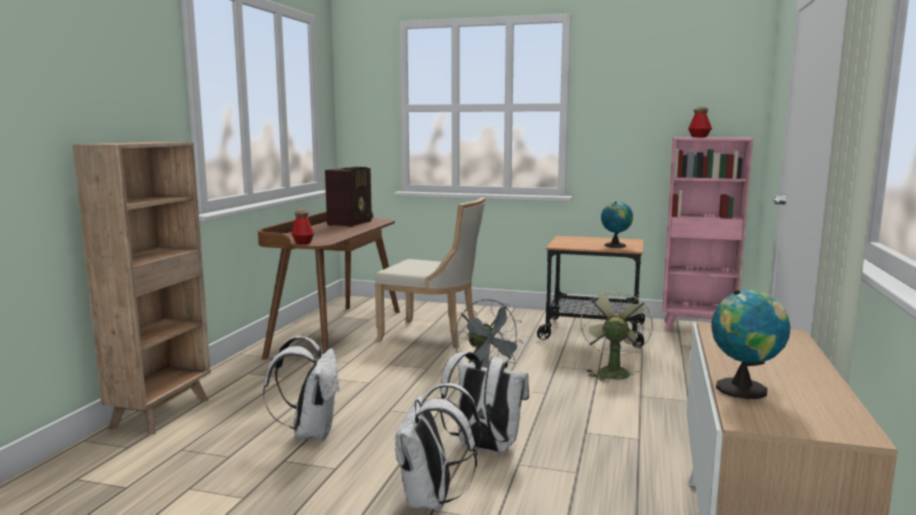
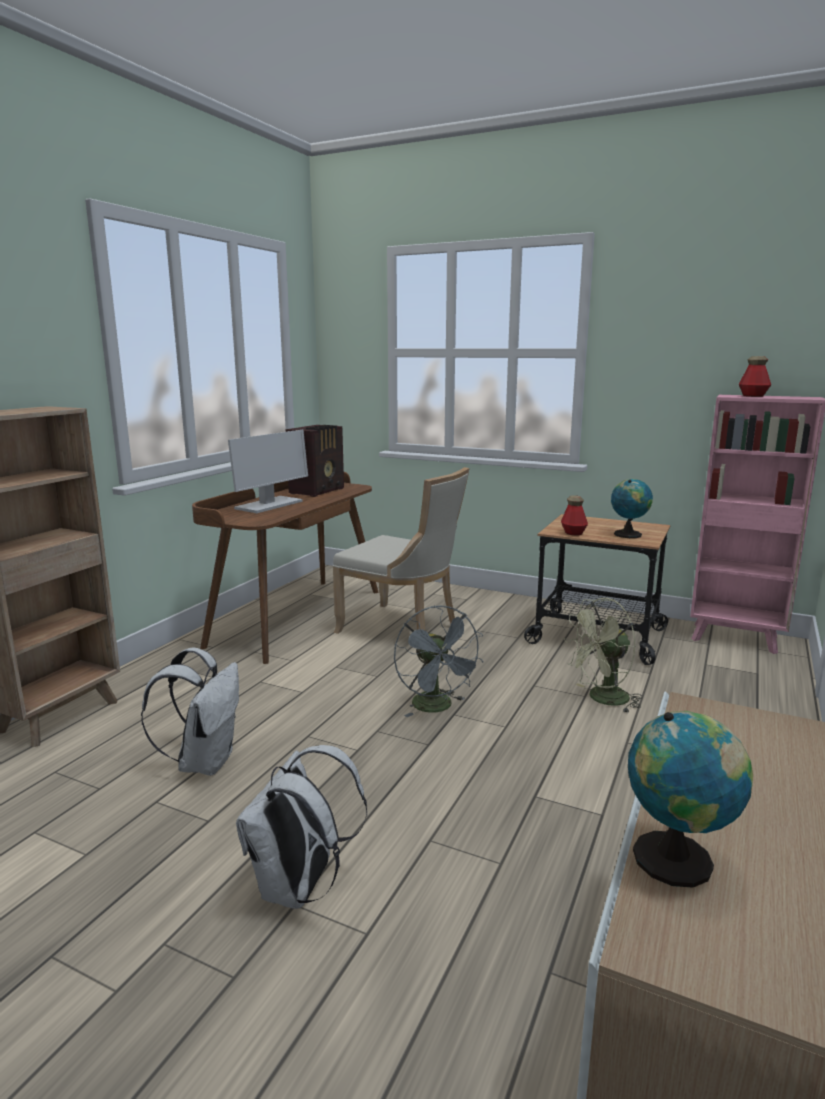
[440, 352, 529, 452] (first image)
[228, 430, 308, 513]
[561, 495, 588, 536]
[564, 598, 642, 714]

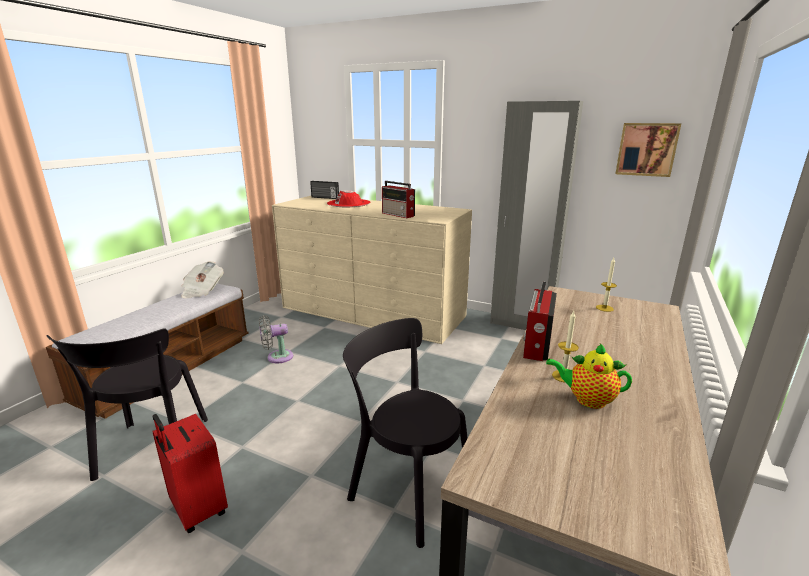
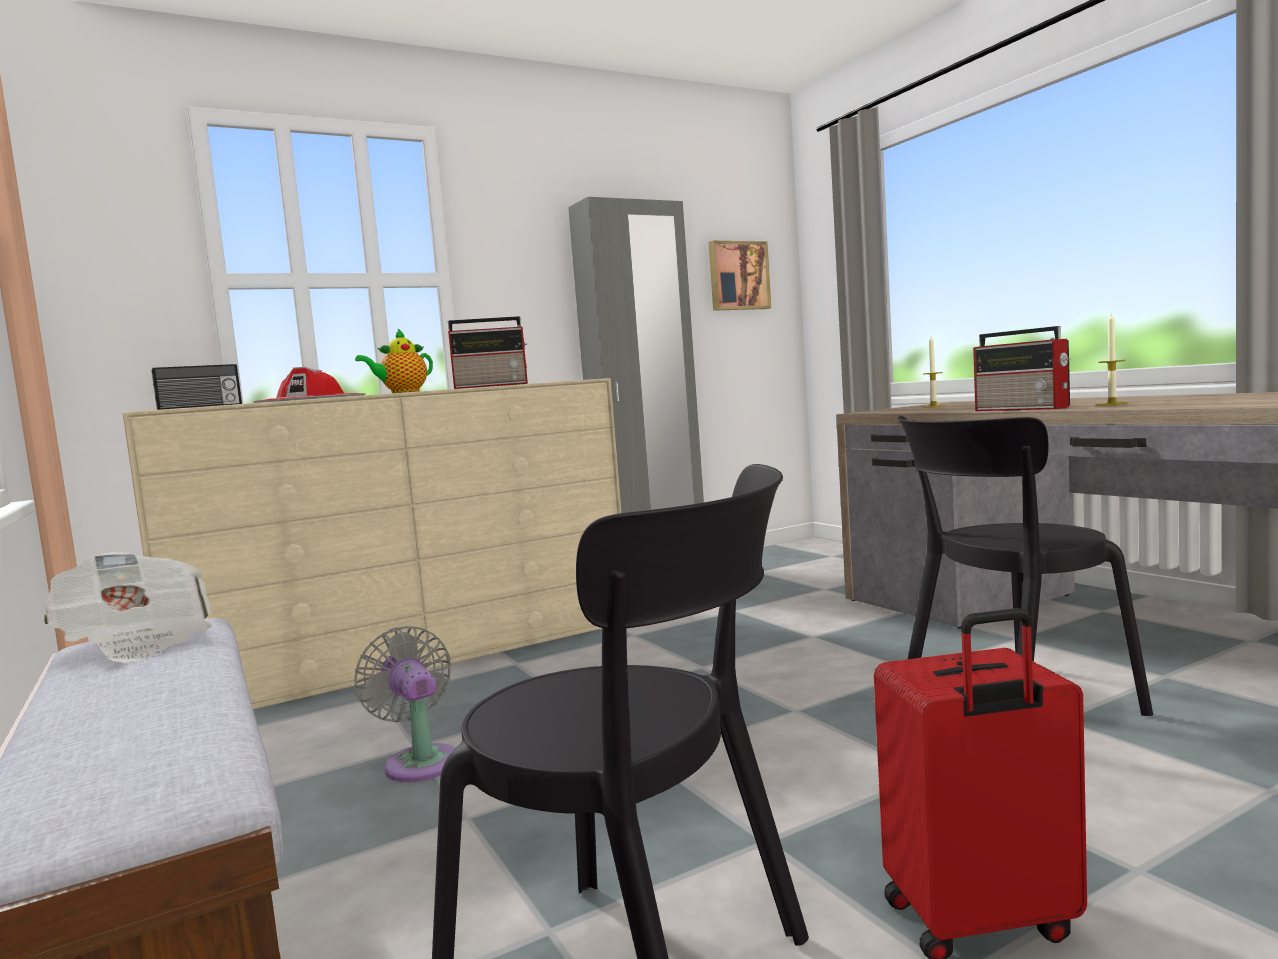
[355, 328, 433, 393]
[354, 626, 455, 782]

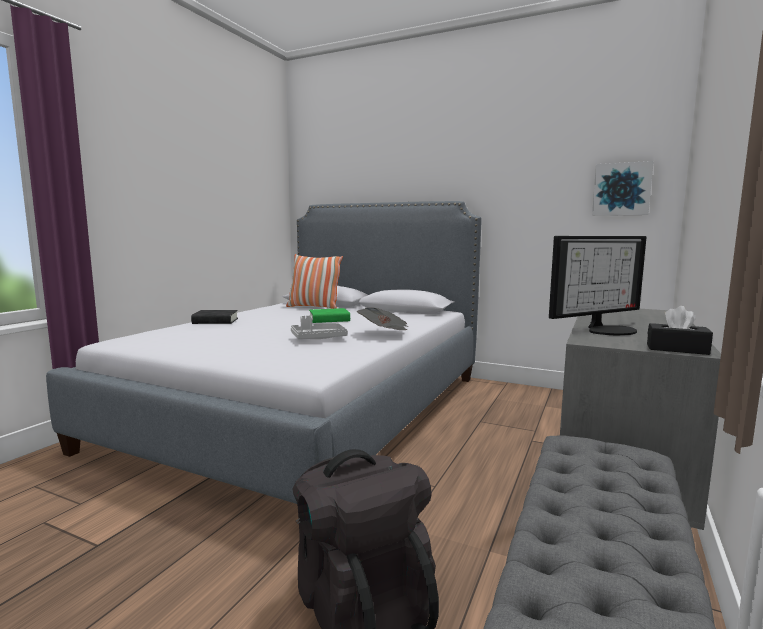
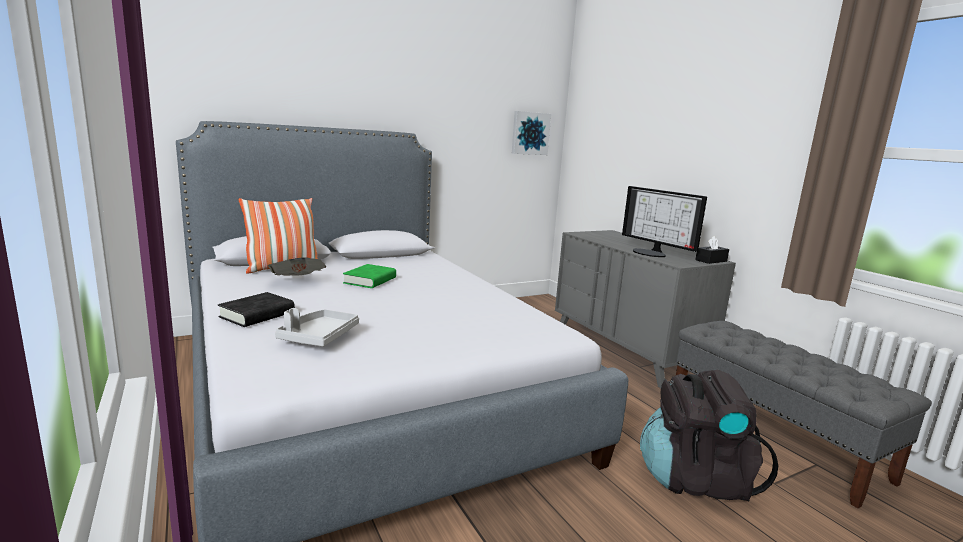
[275, 308, 359, 347]
[267, 257, 327, 276]
[622, 186, 707, 257]

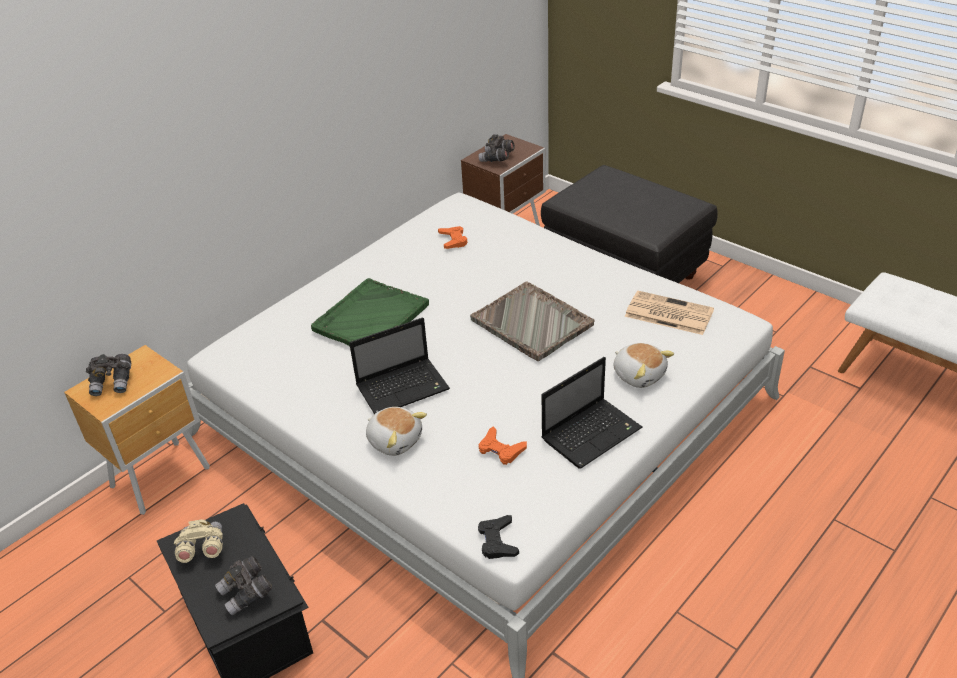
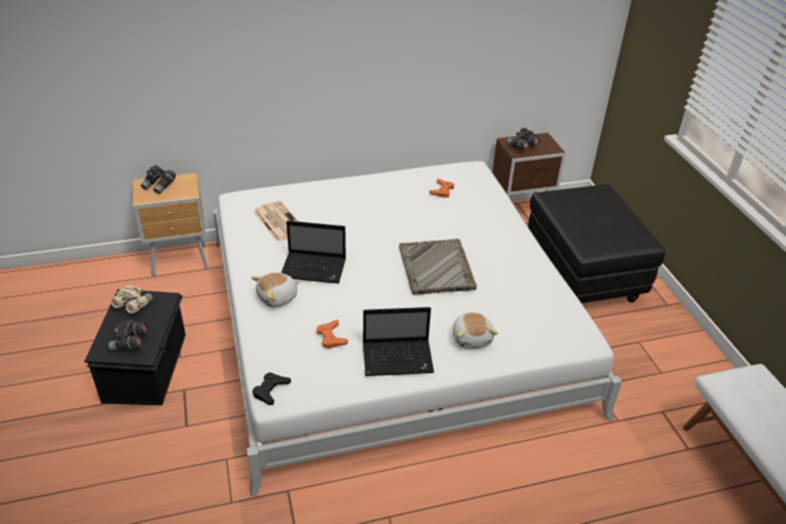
[311, 278, 429, 346] (first image)
[253, 201, 298, 242]
[251, 272, 299, 308]

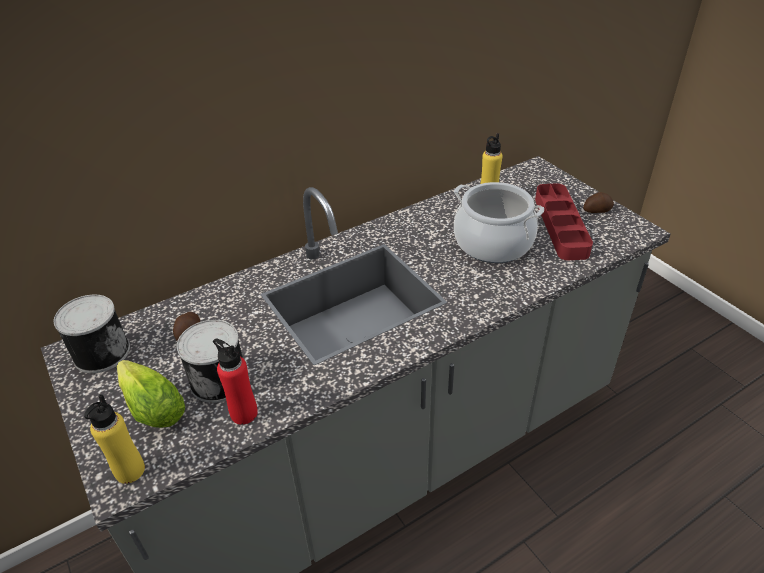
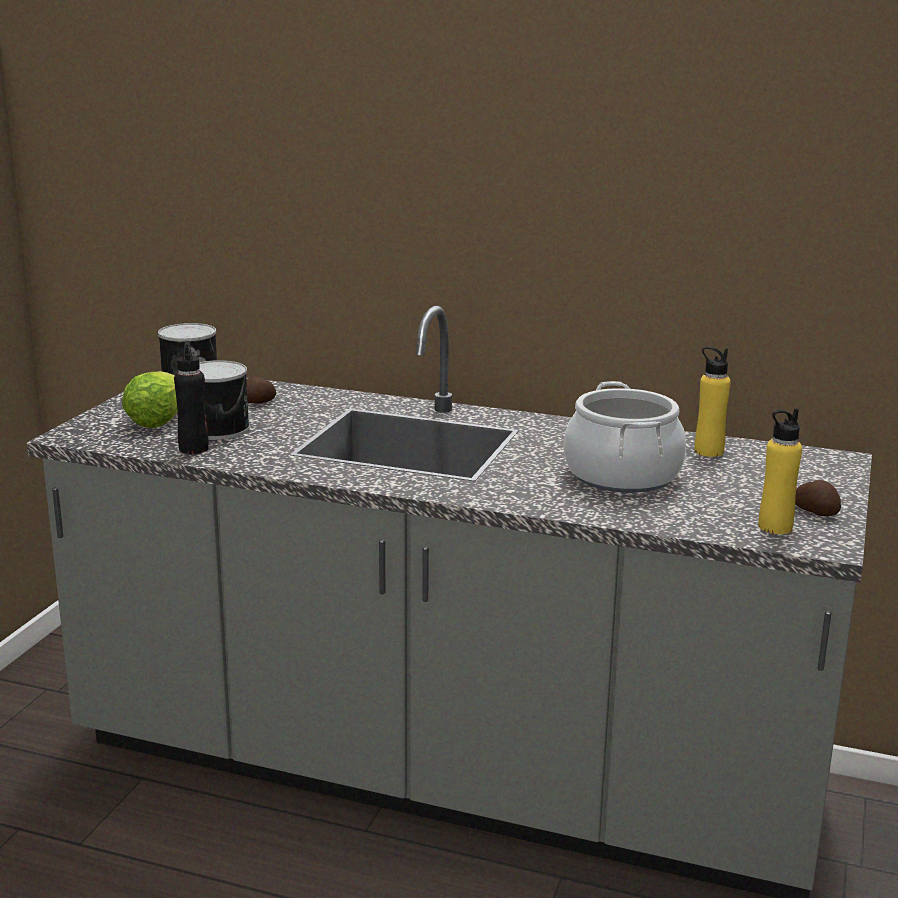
[535, 183, 593, 260] (first image)
[759, 408, 802, 534]
[174, 341, 209, 454]

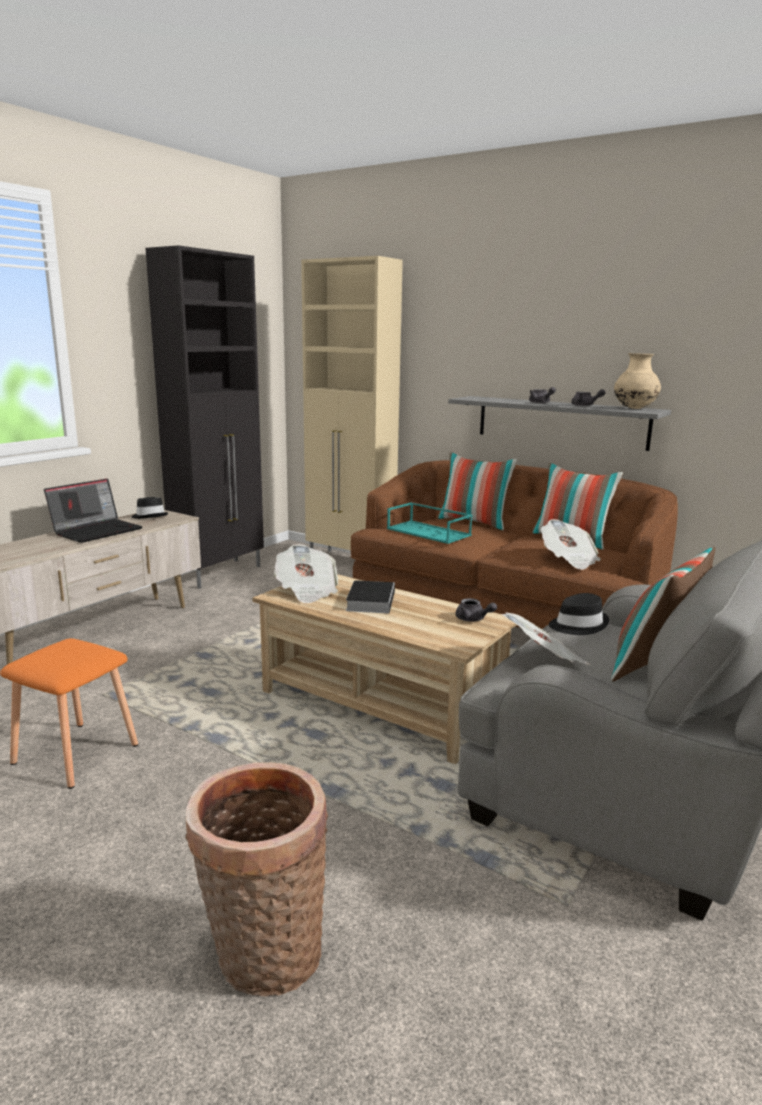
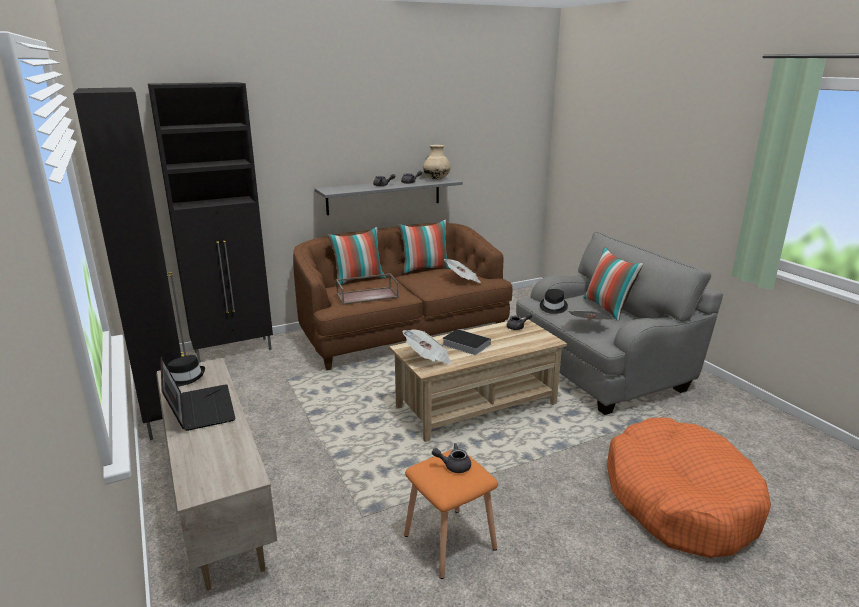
[432, 443, 471, 473]
[607, 418, 771, 558]
[148, 82, 273, 363]
[336, 273, 399, 305]

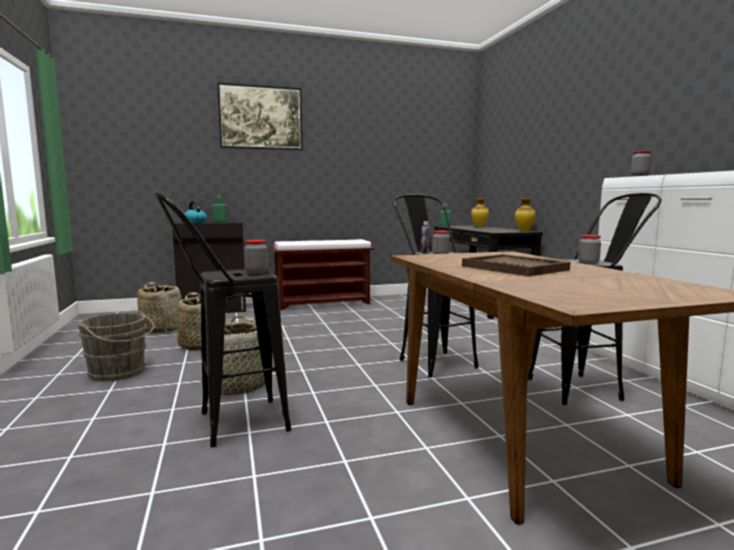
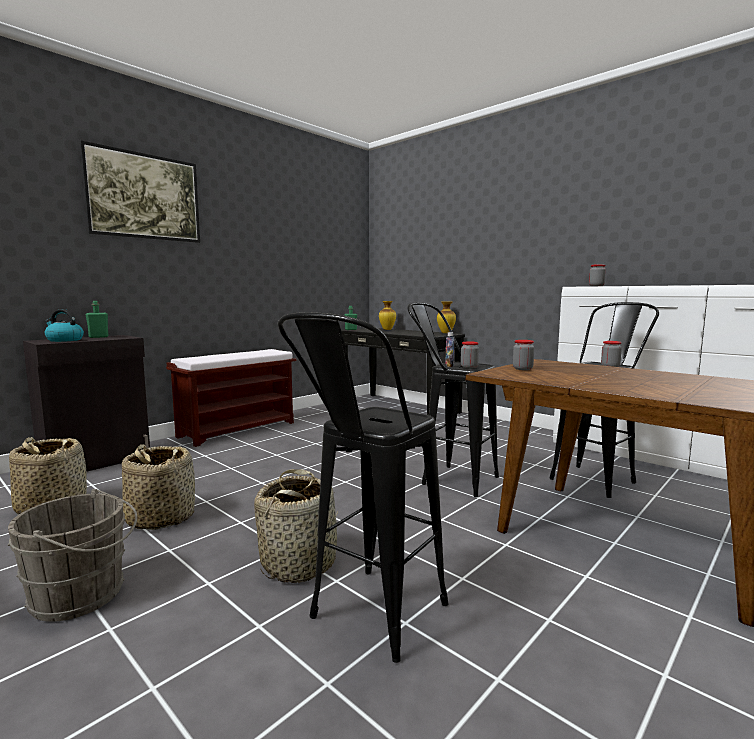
[462, 254, 571, 276] (first image)
[513, 340, 534, 370]

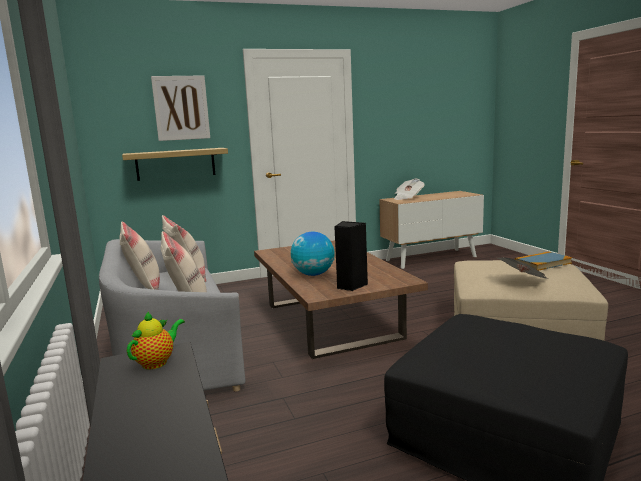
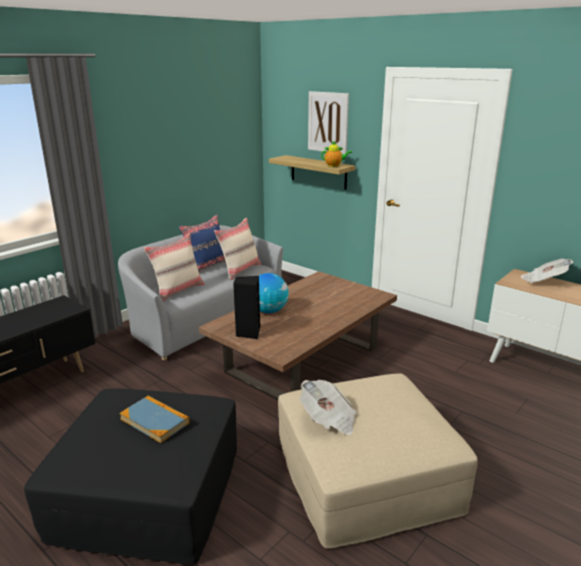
[321, 141, 352, 167]
[119, 396, 190, 443]
[179, 215, 226, 272]

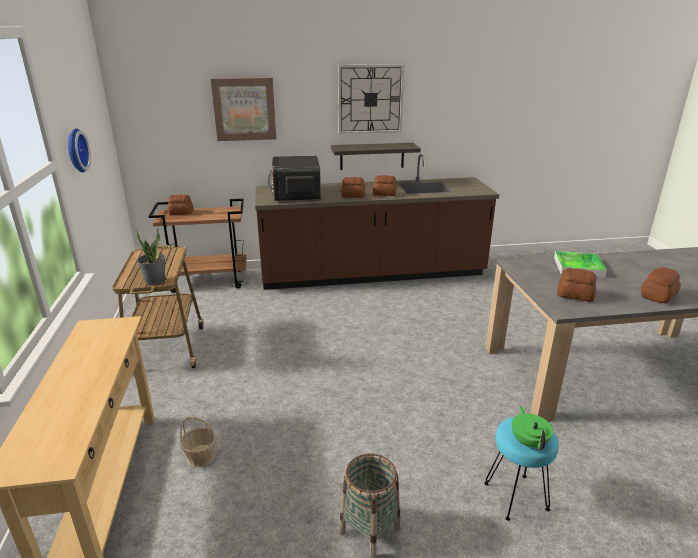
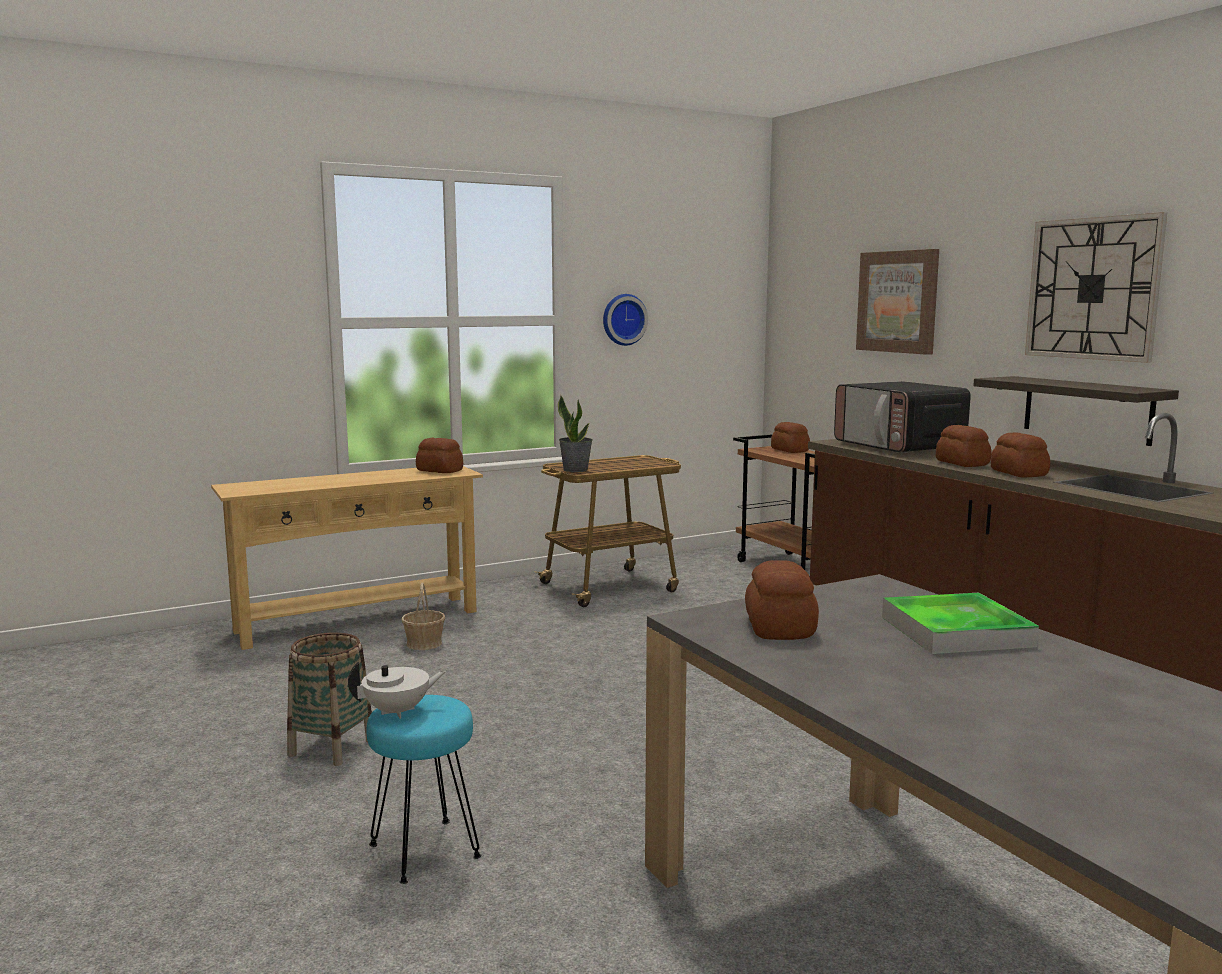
[416, 438, 463, 473]
[348, 662, 446, 719]
[834, 381, 971, 453]

